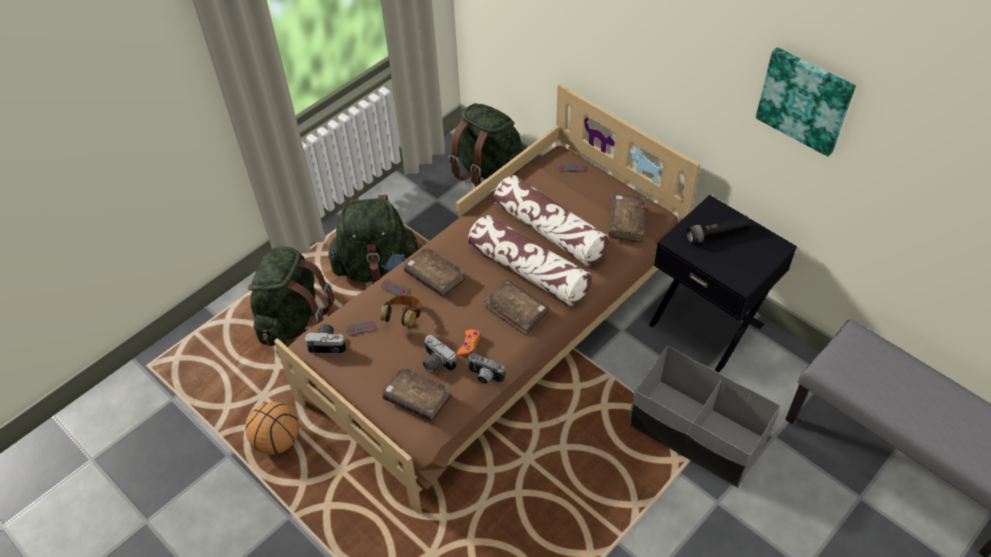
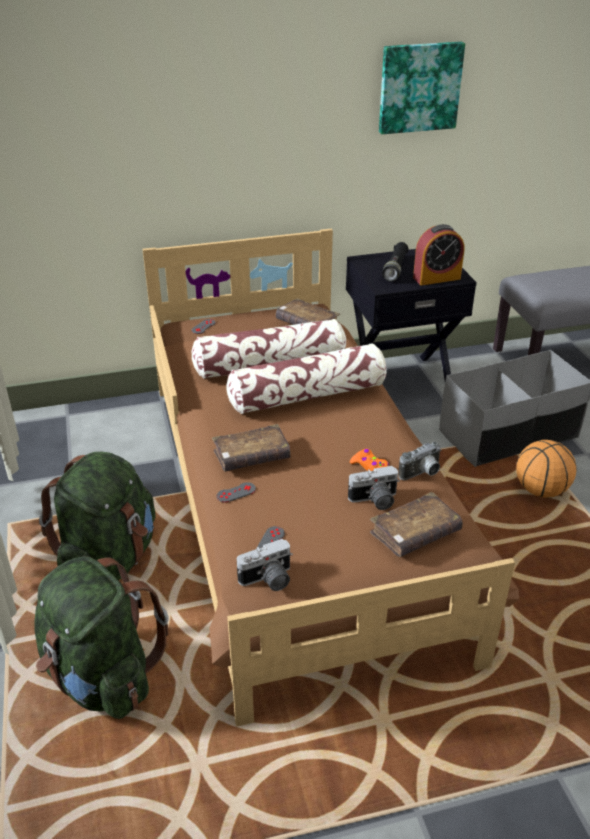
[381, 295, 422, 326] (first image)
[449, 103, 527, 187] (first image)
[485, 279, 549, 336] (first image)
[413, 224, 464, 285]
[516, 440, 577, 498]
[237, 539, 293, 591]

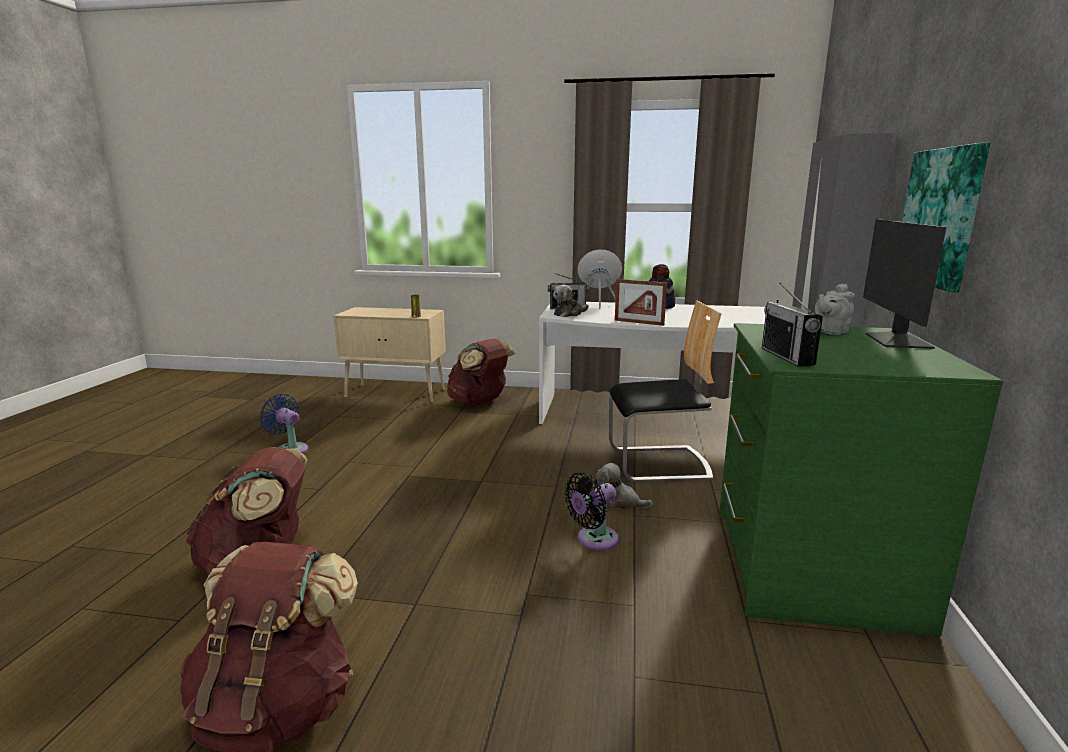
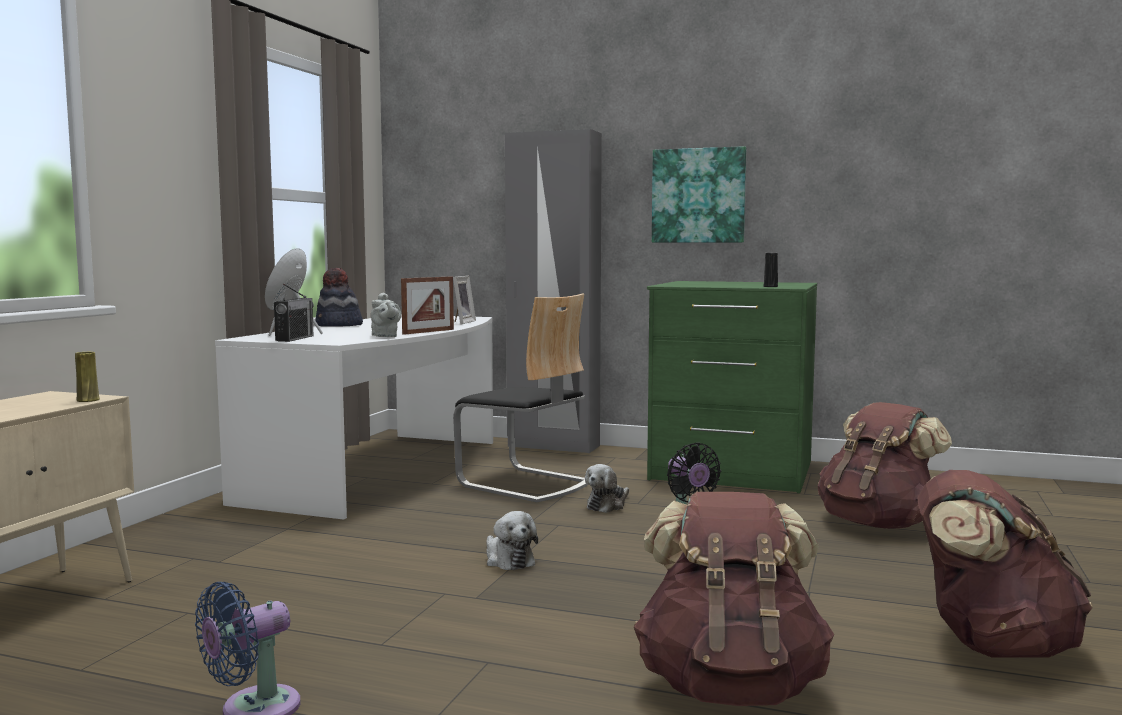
[863, 219, 946, 349] (first image)
[453, 276, 476, 324]
[818, 402, 952, 529]
[486, 511, 538, 570]
[371, 293, 401, 337]
[763, 253, 778, 287]
[453, 293, 588, 502]

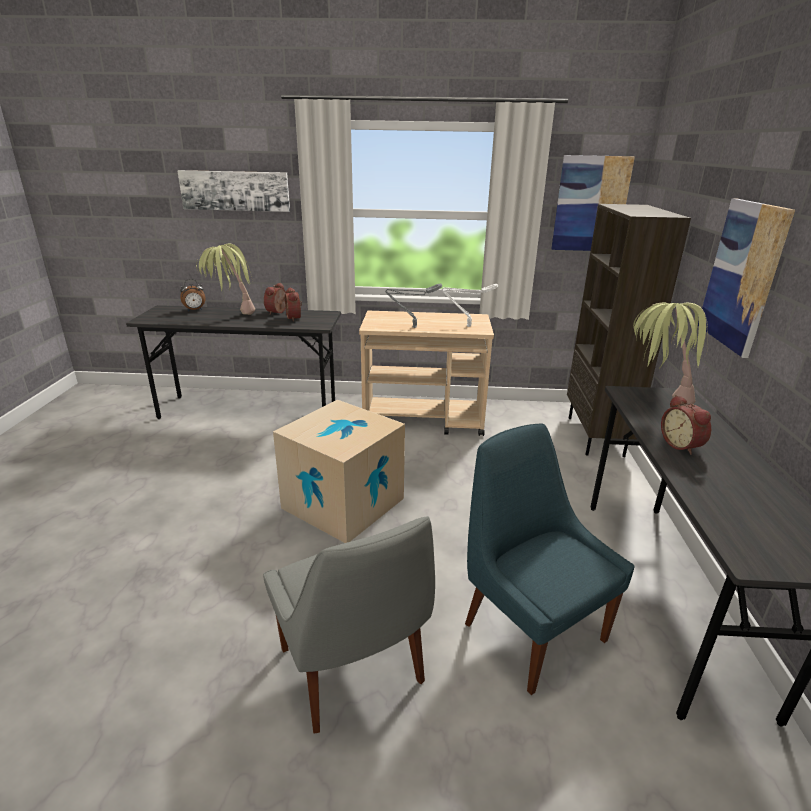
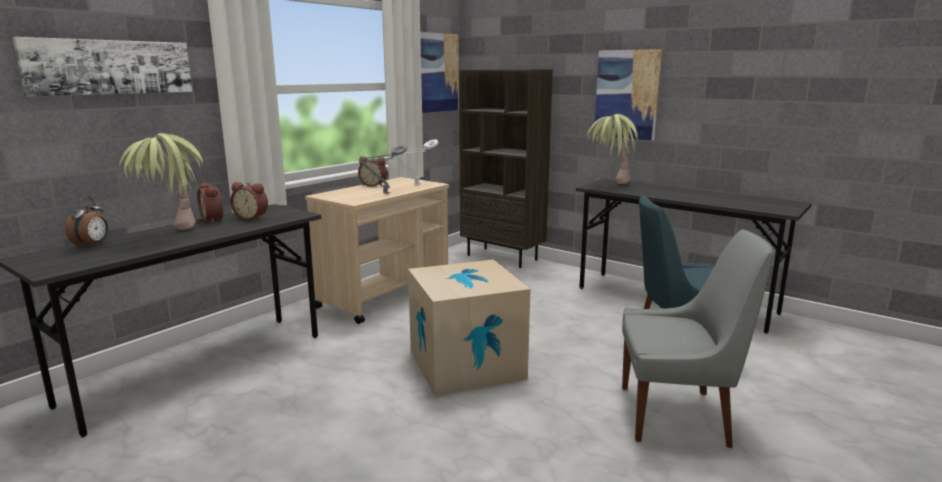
[358, 156, 387, 187]

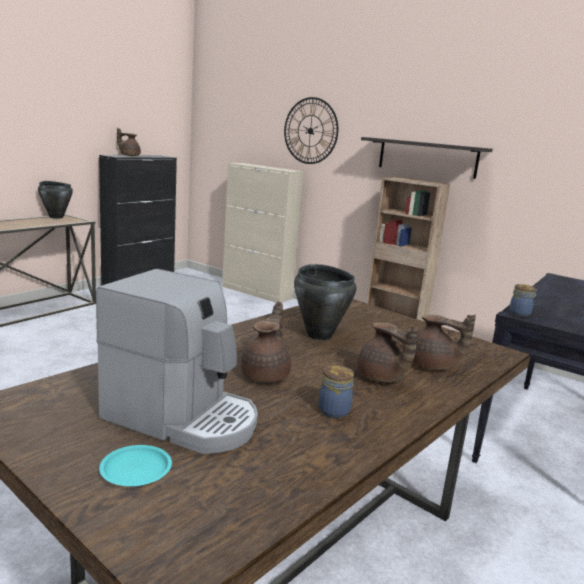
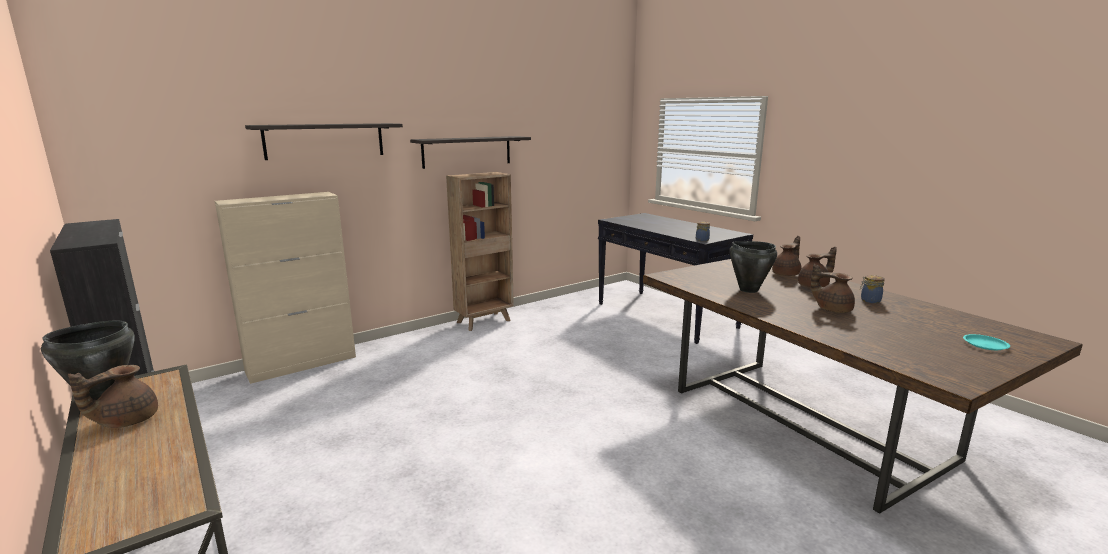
[96, 269, 258, 454] (first image)
[68, 365, 158, 428]
[245, 123, 403, 160]

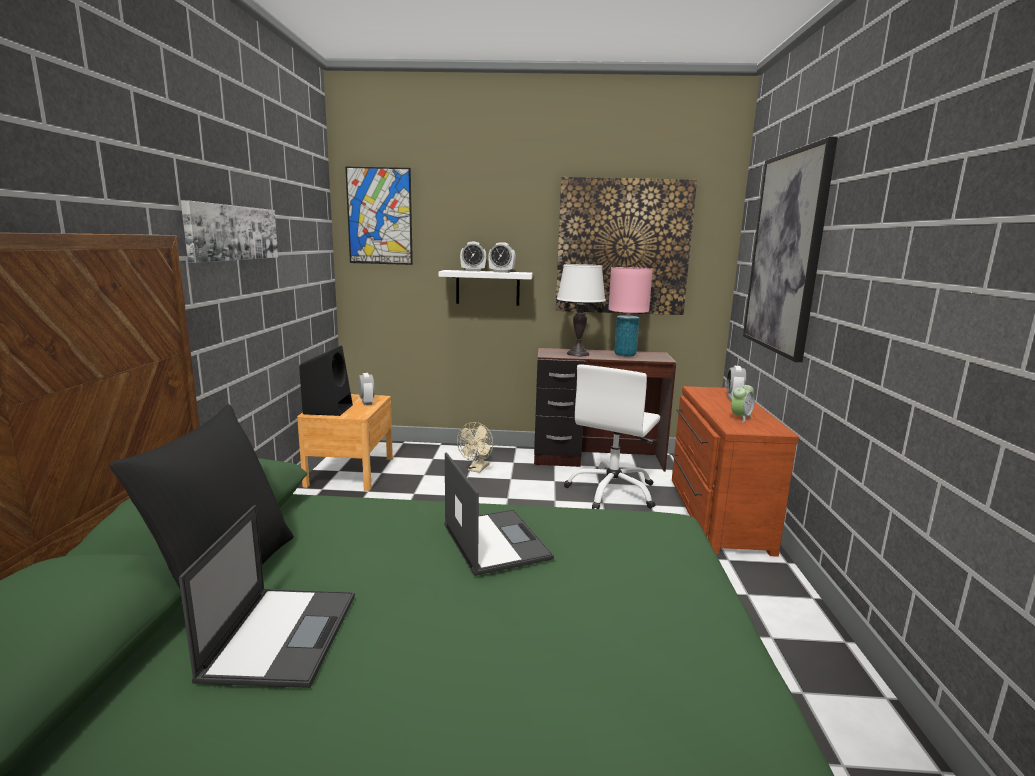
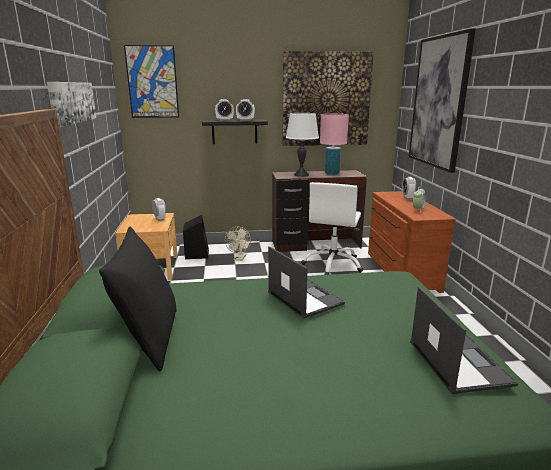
[410, 286, 518, 394]
[183, 215, 209, 259]
[202, 120, 268, 144]

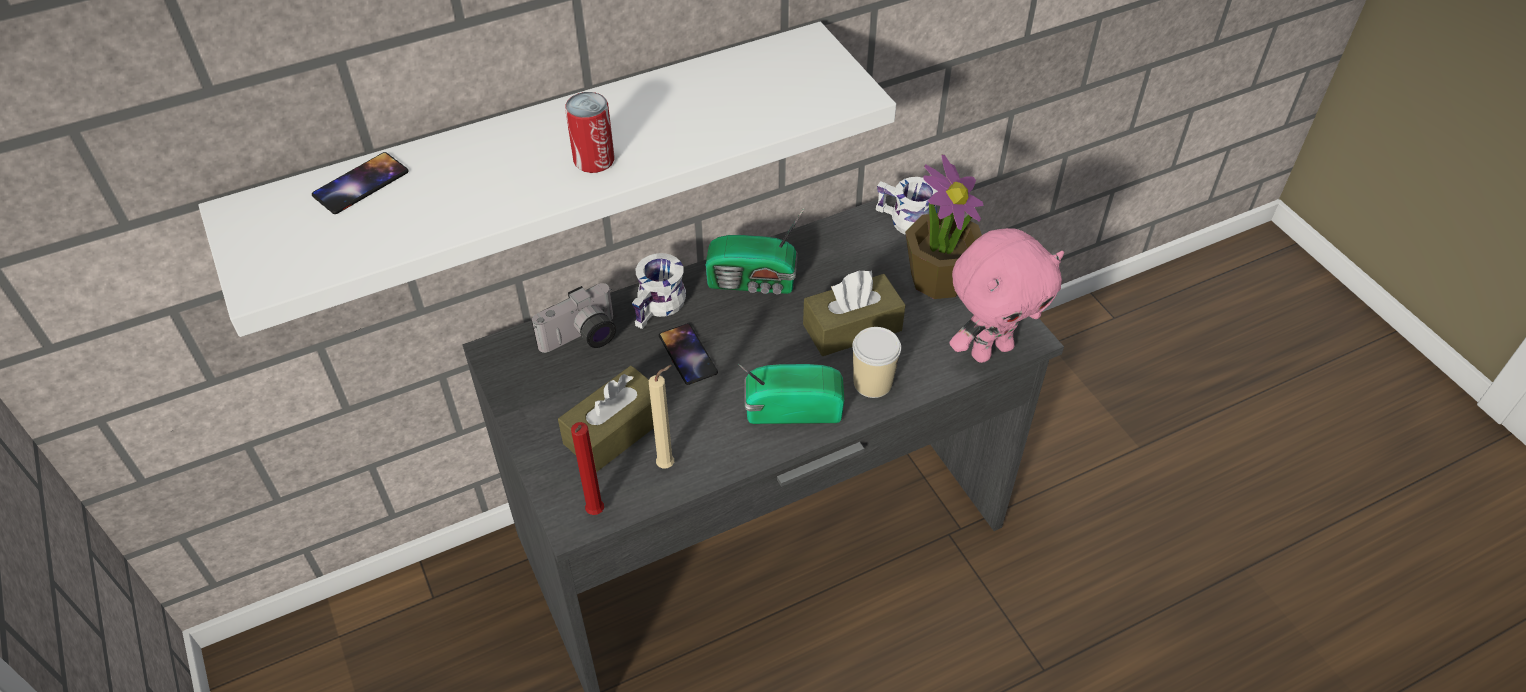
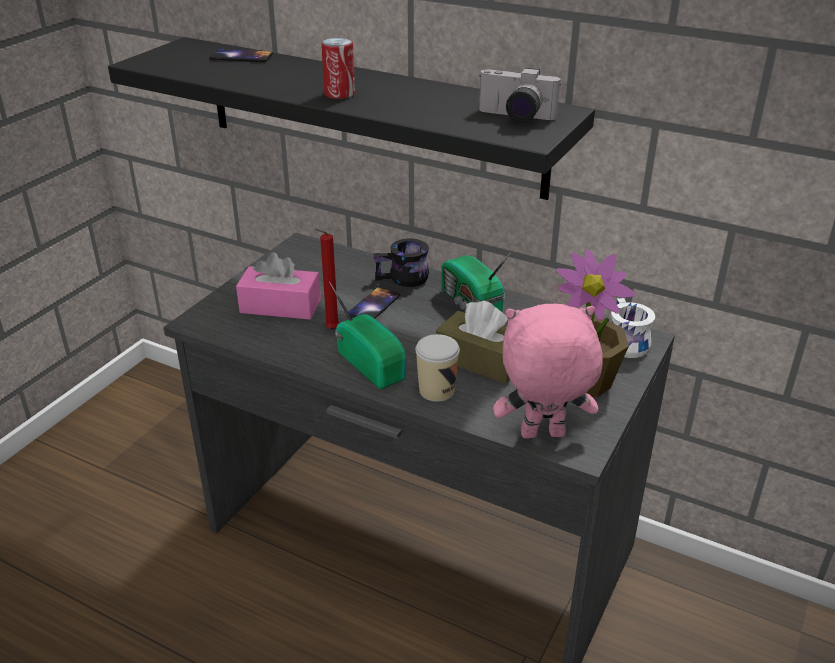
[649, 365, 674, 469] (first image)
[479, 68, 561, 123]
[315, 228, 339, 329]
[108, 37, 595, 200]
[236, 252, 321, 320]
[374, 238, 429, 287]
[493, 304, 603, 439]

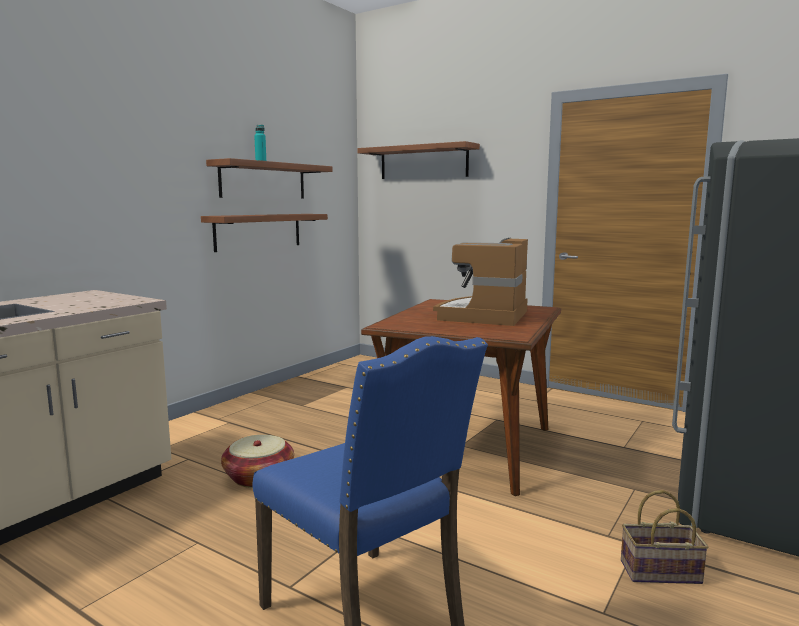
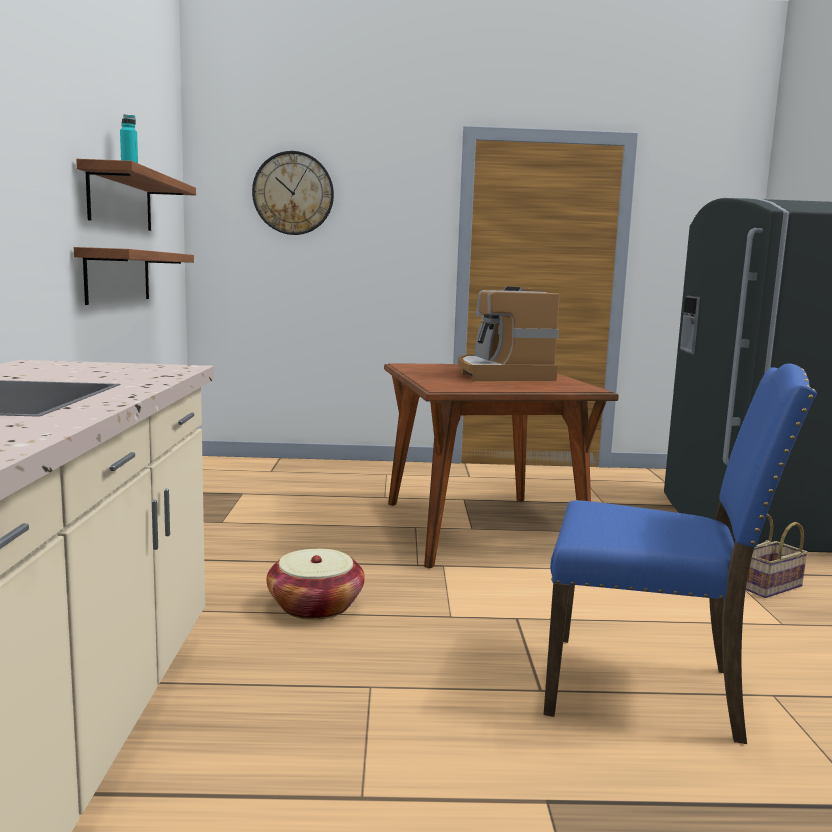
[252, 151, 334, 235]

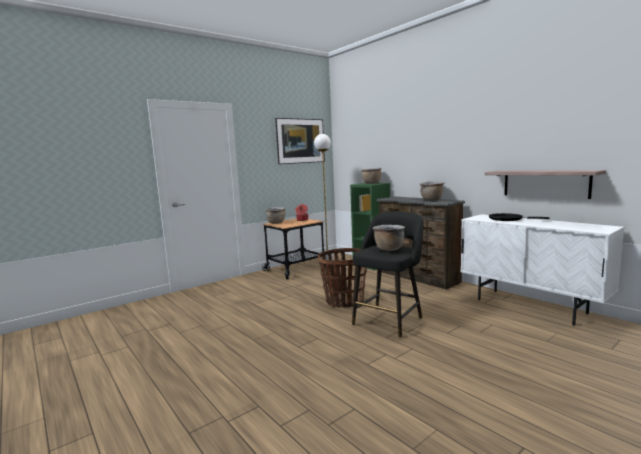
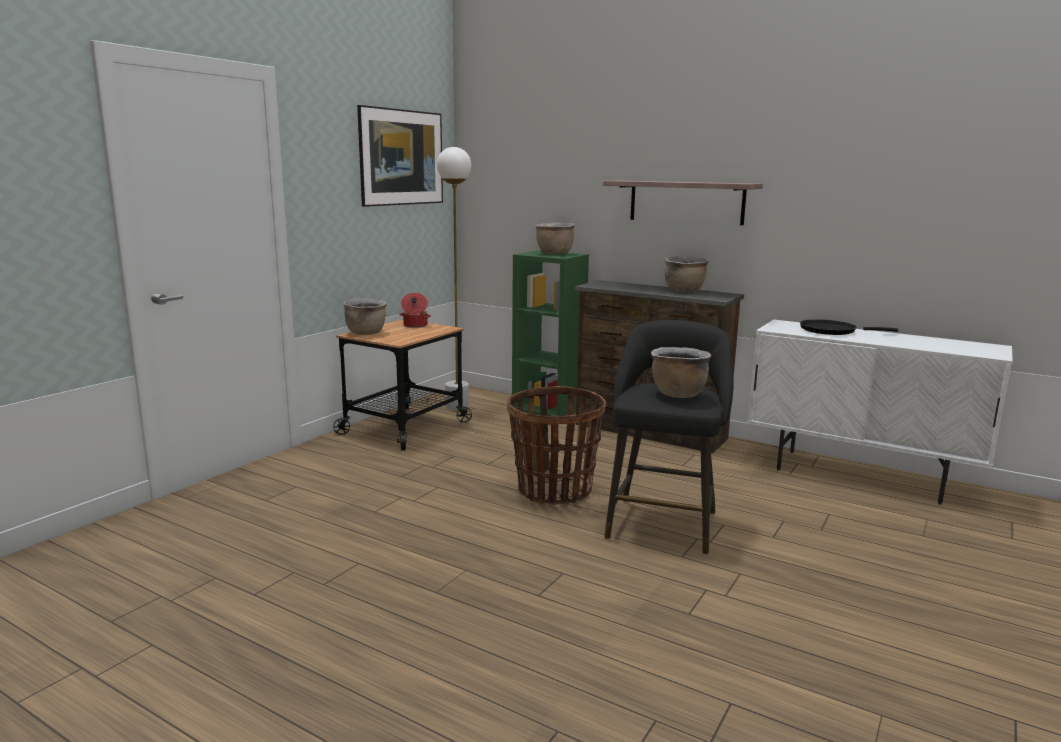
[603, 181, 763, 225]

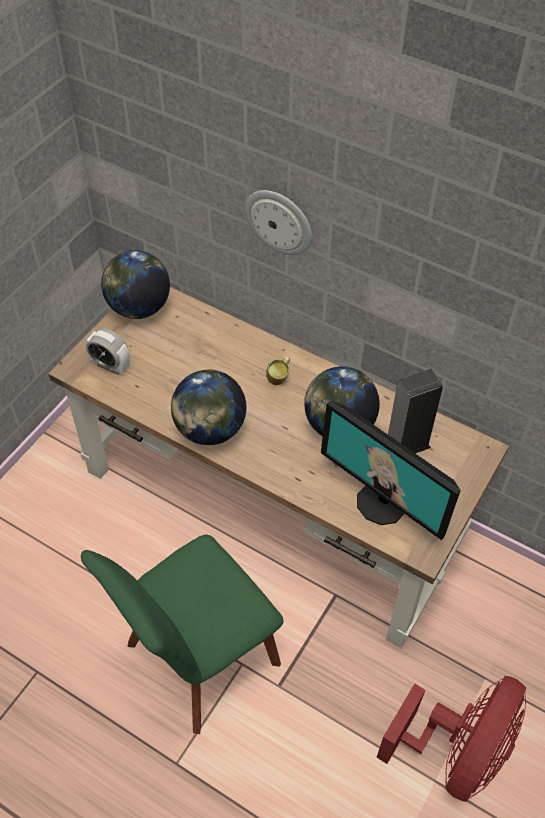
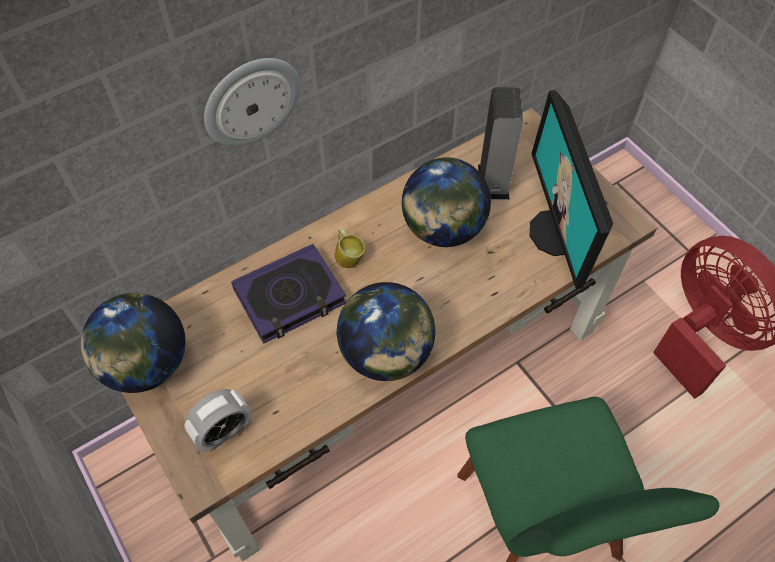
[231, 244, 346, 344]
[530, 90, 614, 289]

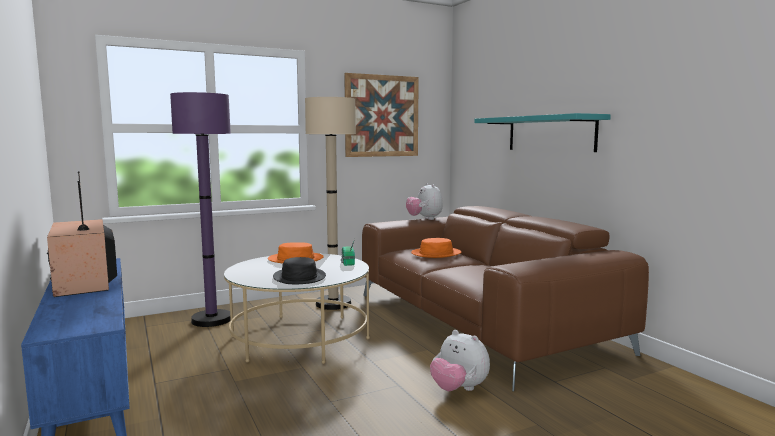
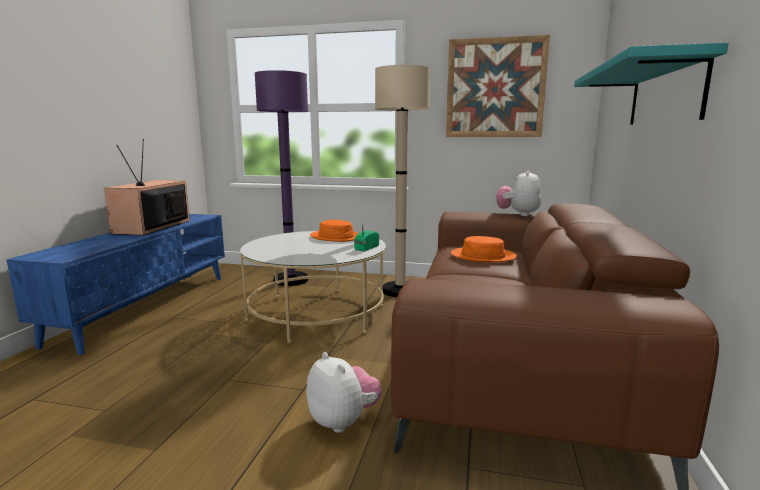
[273, 257, 326, 284] (first image)
[306, 352, 382, 433]

